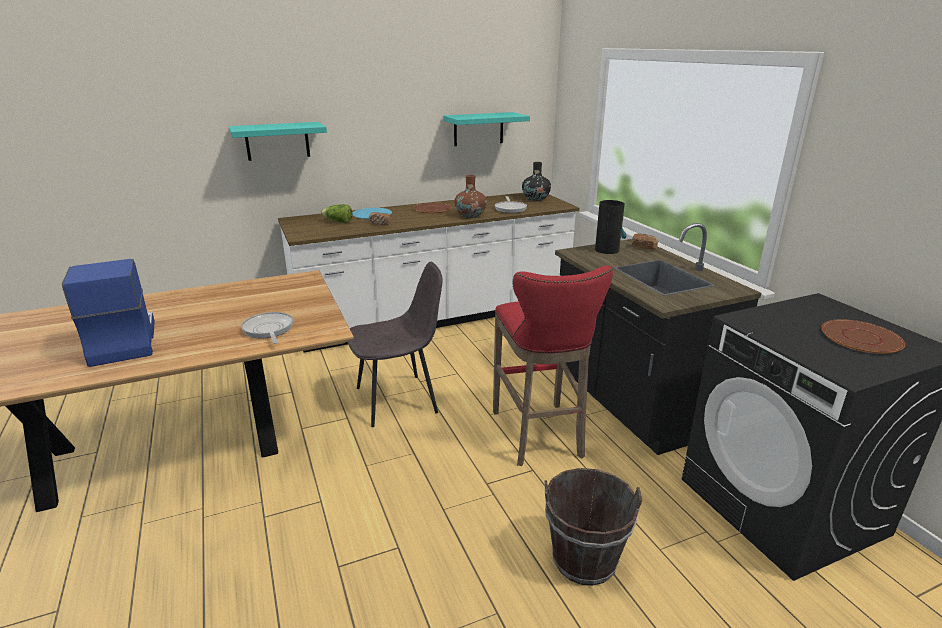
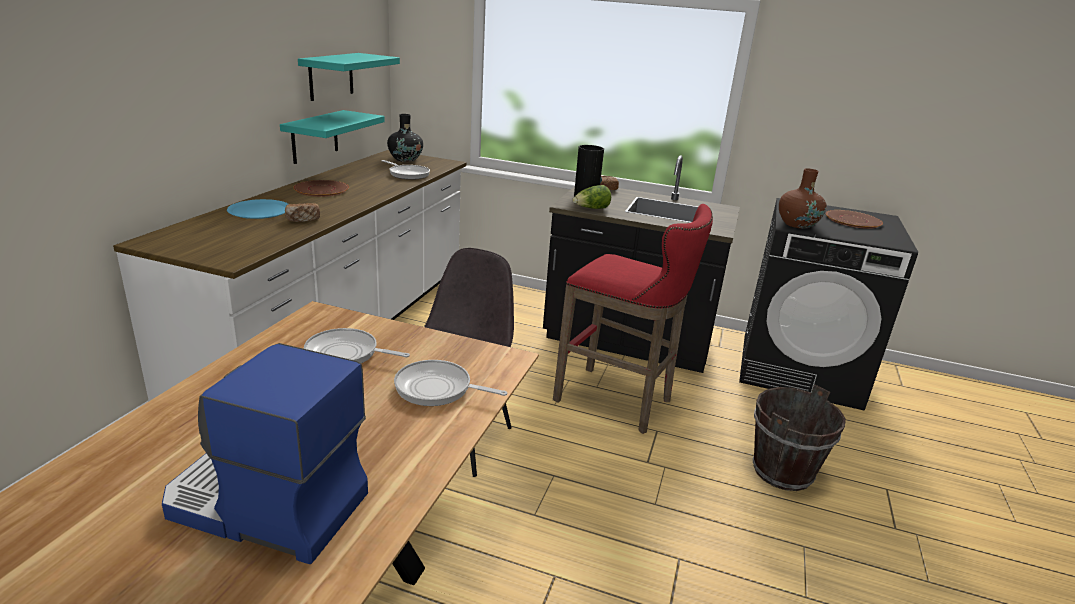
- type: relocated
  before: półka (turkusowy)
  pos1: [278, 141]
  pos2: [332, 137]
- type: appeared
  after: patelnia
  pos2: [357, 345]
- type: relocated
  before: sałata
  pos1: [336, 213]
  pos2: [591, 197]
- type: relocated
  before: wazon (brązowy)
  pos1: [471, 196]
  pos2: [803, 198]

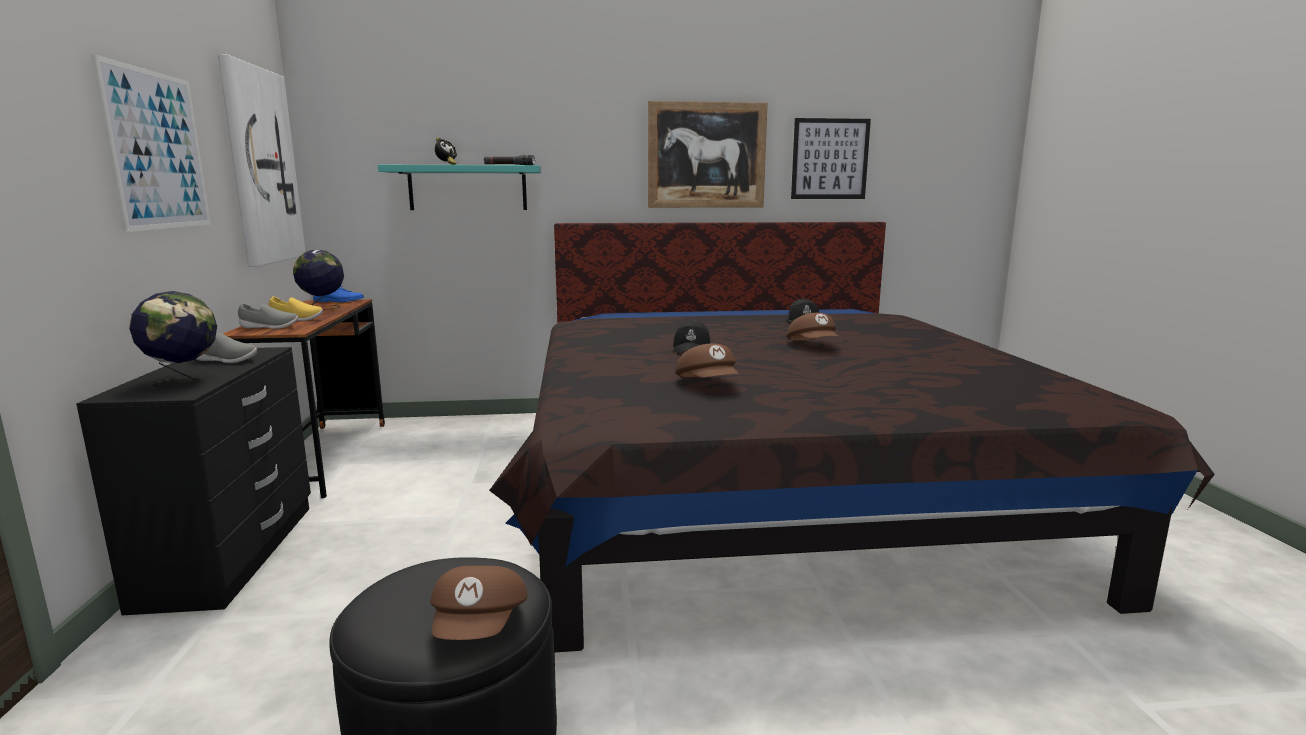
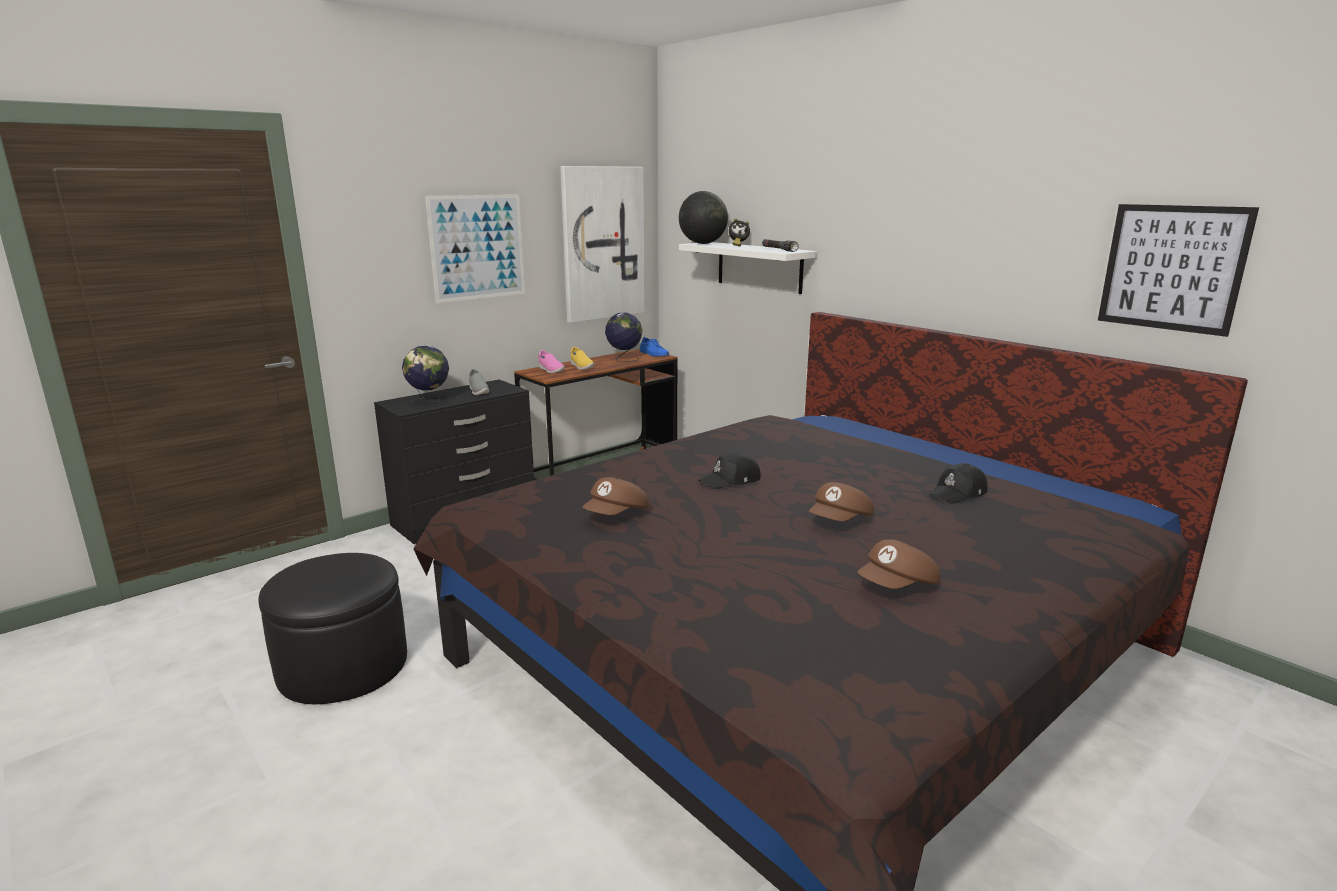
- type: colour
  before: but (szary)
  after: but (różowy)
  pos1: [268, 316]
  pos2: [551, 362]
- type: appeared
  after: globus
  pos2: [703, 217]
- type: colour
  before: półka (turkusowy)
  after: półka (biały)
  pos1: [459, 187]
  pos2: [748, 268]
- type: relocated
  before: czapka z daszkiem (brązowy)
  pos1: [479, 603]
  pos2: [899, 564]
- type: missing
  before: obraz
  pos1: [708, 154]

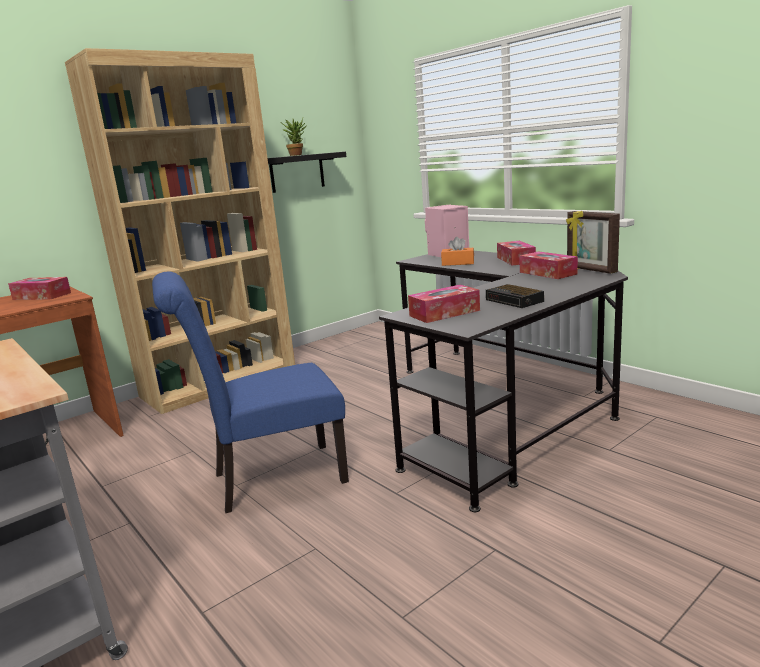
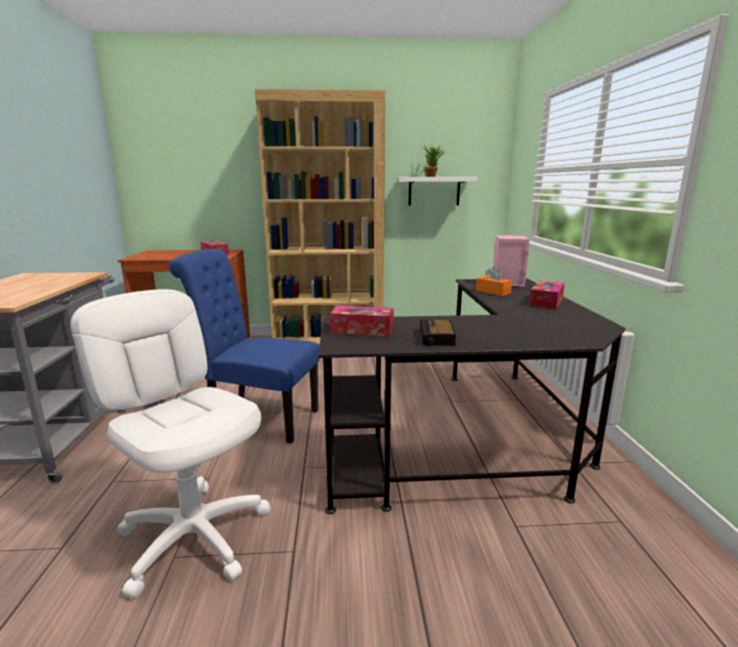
- type: appeared
  after: krzesło biurowe (biały)
  pos2: [171, 444]
- type: colour
  before: półka (czarny)
  after: półka (biały)
  pos1: [307, 172]
  pos2: [438, 191]
- type: missing
  before: pudełko chusteczek
  pos1: [549, 265]
- type: missing
  before: ramka na zdjęcie
  pos1: [593, 242]

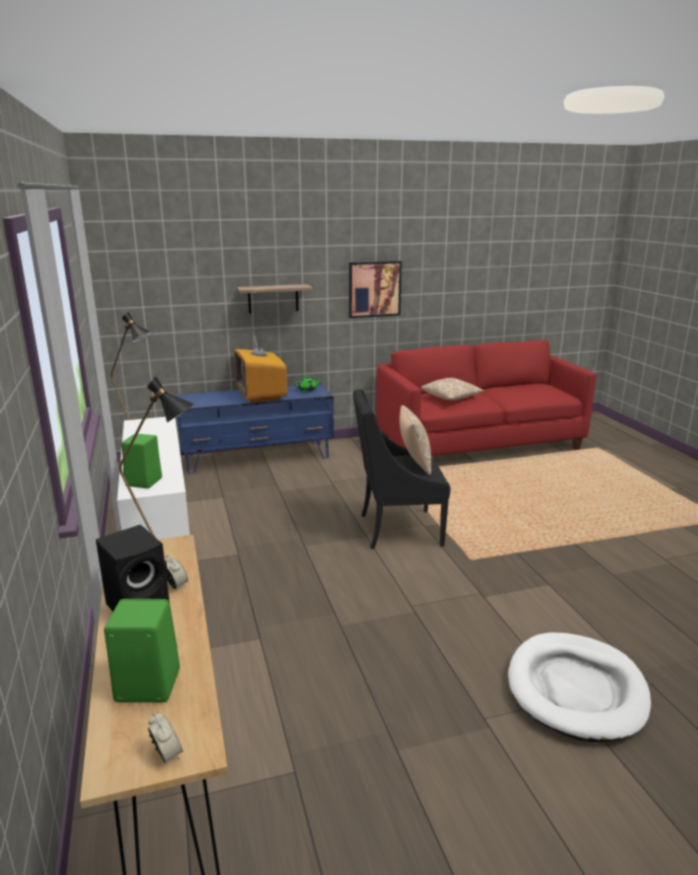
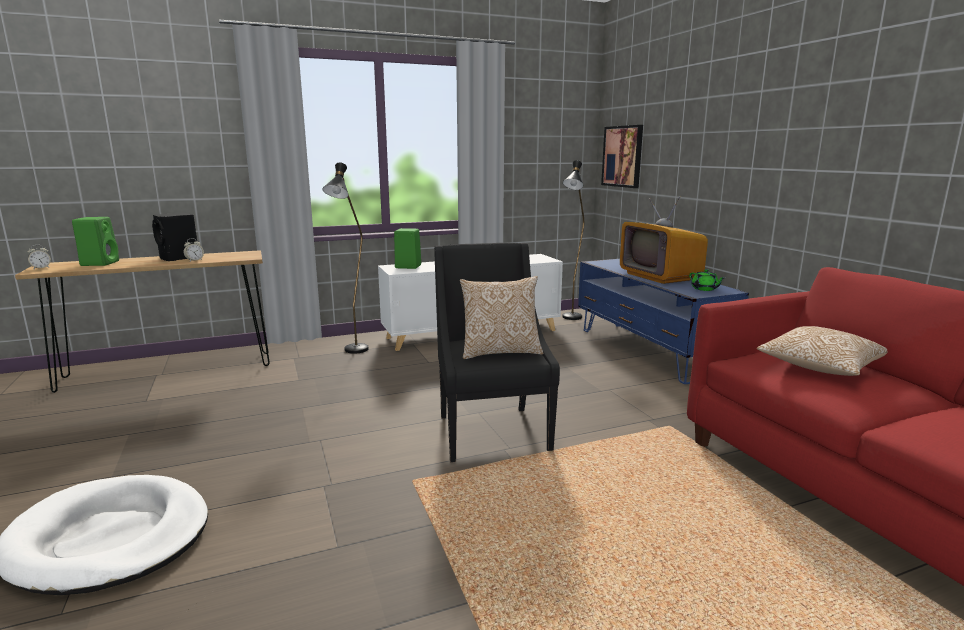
- type: relocated
  before: obraz
  pos1: [375, 289]
  pos2: [622, 156]
- type: spun
  before: telewizor
  pos1: [260, 366]
  pos2: [664, 240]
  turn: -90
- type: missing
  before: półka
  pos1: [275, 299]

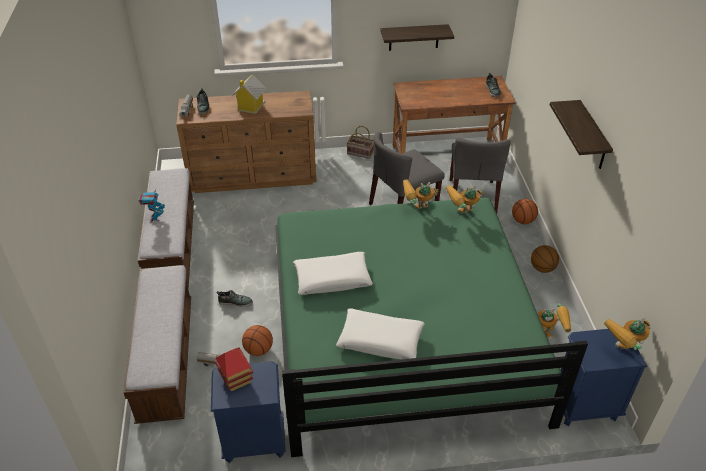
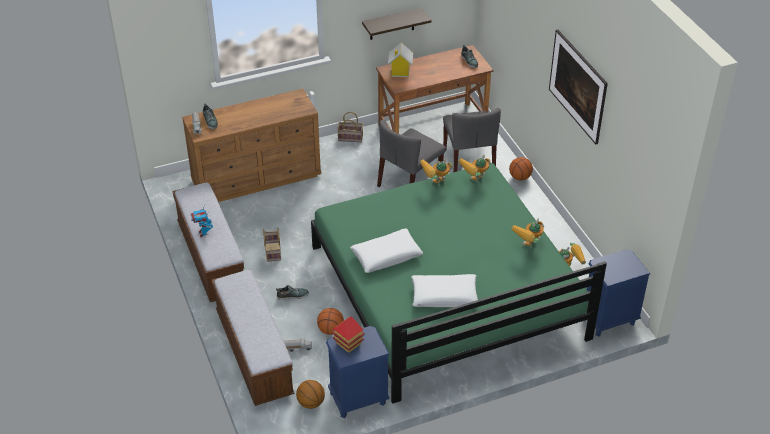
- type: appeared
  after: koszyk
  pos2: [272, 244]
- type: relocated
  before: piłka do koszykówki
  pos1: [545, 259]
  pos2: [310, 394]
- type: relocated
  before: domek
  pos1: [249, 94]
  pos2: [400, 60]
- type: relocated
  before: robot zabawkowy
  pos1: [627, 333]
  pos2: [527, 232]
- type: exchanged
  before: półka
  after: obraz
  pos1: [581, 134]
  pos2: [578, 87]

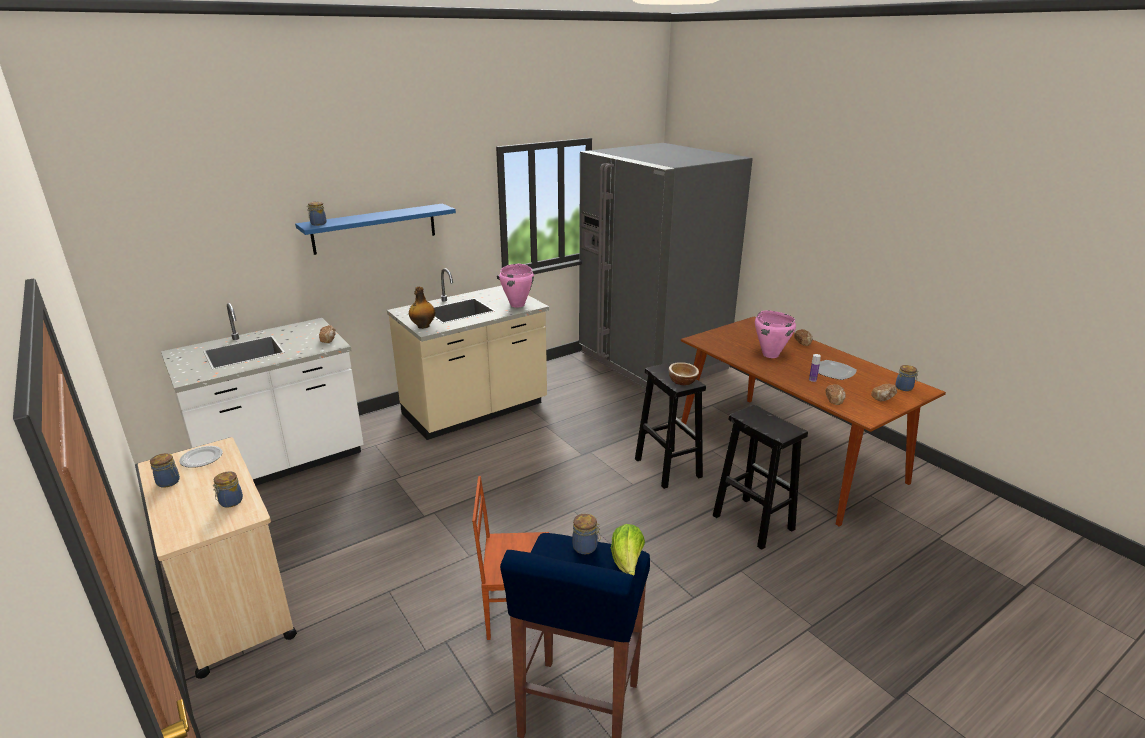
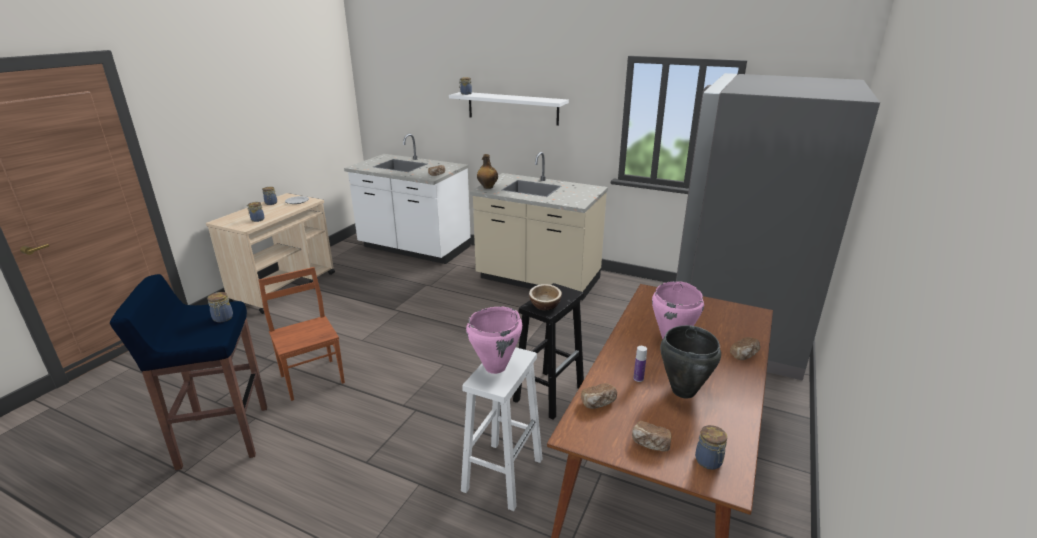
- type: colour
  before: półka (niebieski)
  after: półka (biały)
  pos1: [375, 229]
  pos2: [509, 109]
- type: colour
  before: stołek (czarny)
  after: stołek (biały)
  pos1: [760, 477]
  pos2: [502, 429]
- type: relocated
  before: garnek (różowy)
  pos1: [516, 286]
  pos2: [494, 340]
- type: exchanged
  before: talerz
  after: garnek (czarny)
  pos1: [837, 370]
  pos2: [690, 362]
- type: missing
  before: sałata
  pos1: [628, 550]

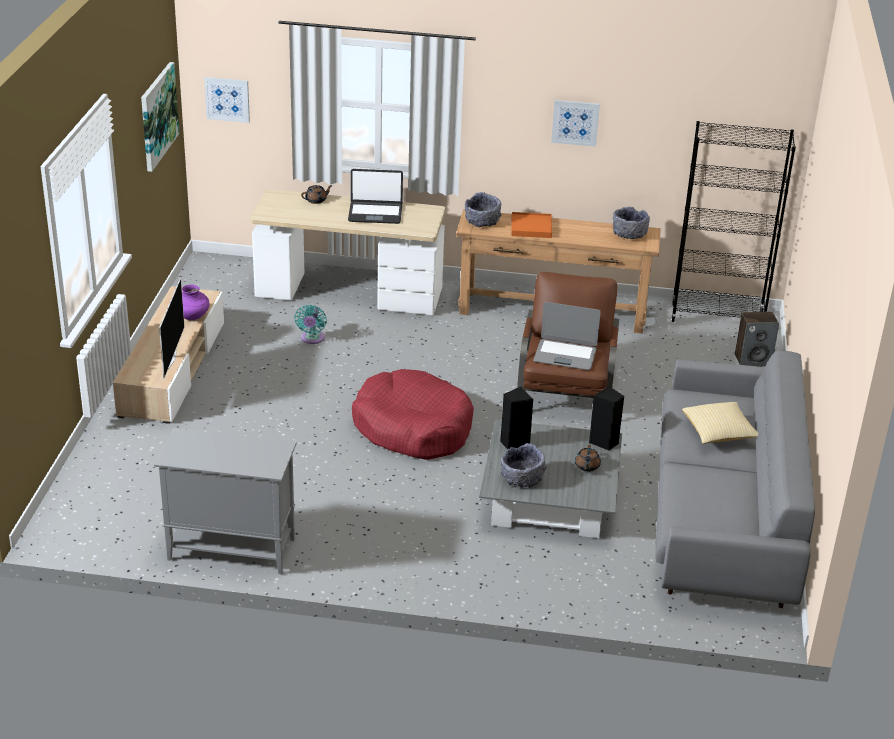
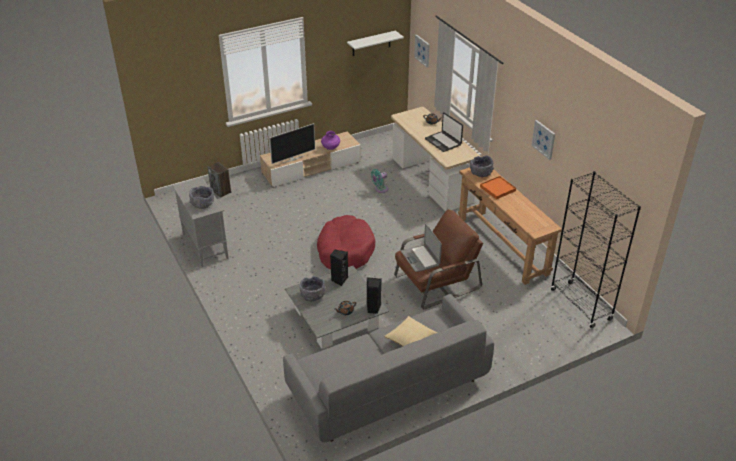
- type: relocated
  before: miska (szary)
  pos1: [631, 223]
  pos2: [201, 197]
- type: relocated
  before: głośnik
  pos1: [757, 339]
  pos2: [219, 180]
- type: exchanged
  before: obraz
  after: półka (biały)
  pos1: [160, 117]
  pos2: [375, 43]

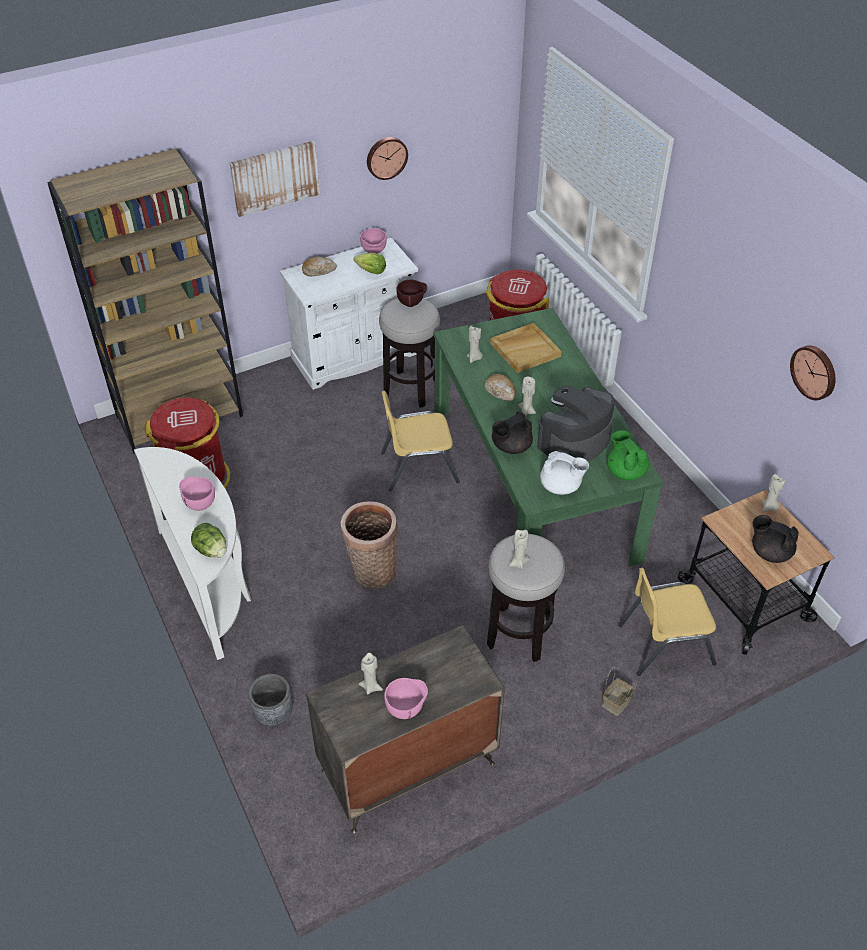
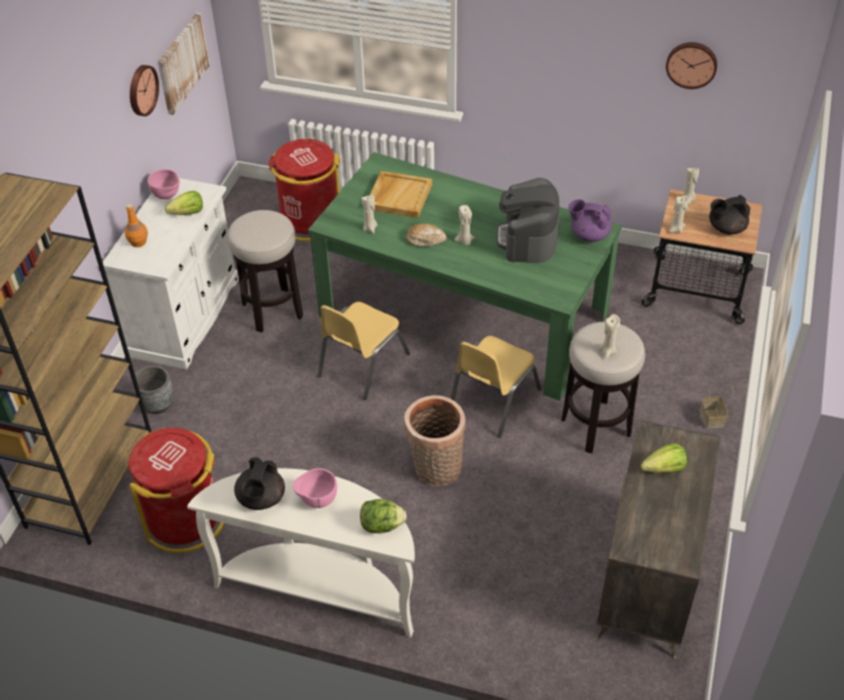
- type: exchanged
  before: chleb
  after: butelka (pomarańczowy)
  pos1: [319, 266]
  pos2: [136, 225]
- type: relocated
  before: donica (szary)
  pos1: [270, 700]
  pos2: [153, 389]
- type: relocated
  before: obraz
  pos1: [274, 179]
  pos2: [184, 64]
- type: relocated
  before: imbryk (czarny)
  pos1: [512, 432]
  pos2: [259, 483]
- type: relocated
  before: krzesło (żółty)
  pos1: [667, 622]
  pos2: [496, 387]
- type: colour
  before: imbryk (zielony)
  after: imbryk (fioletowy)
  pos1: [628, 455]
  pos2: [590, 221]
- type: appeared
  after: sałata
  pos2: [664, 458]
- type: relocated
  before: świeca (beżowy)
  pos1: [370, 673]
  pos2: [679, 214]
- type: missing
  before: miska (różowy)
  pos1: [406, 698]
- type: missing
  before: miska (brązowy)
  pos1: [411, 293]
- type: missing
  before: imbryk (biały)
  pos1: [564, 473]

